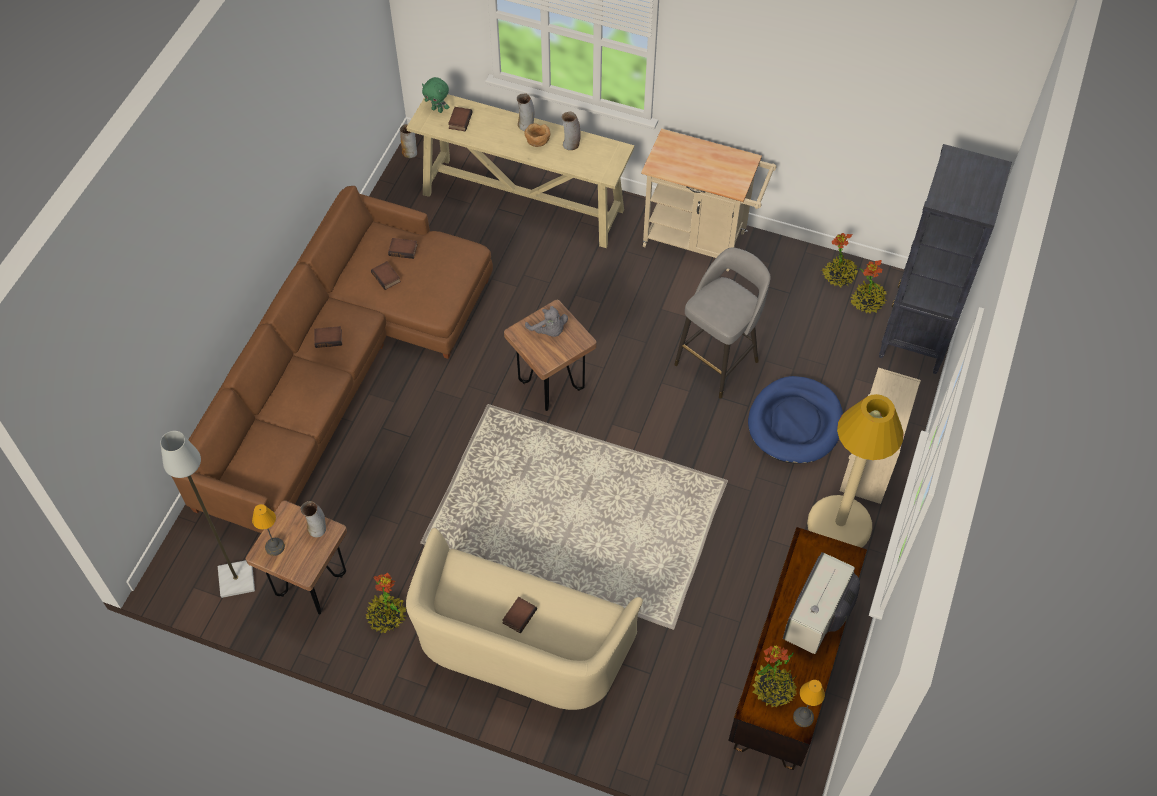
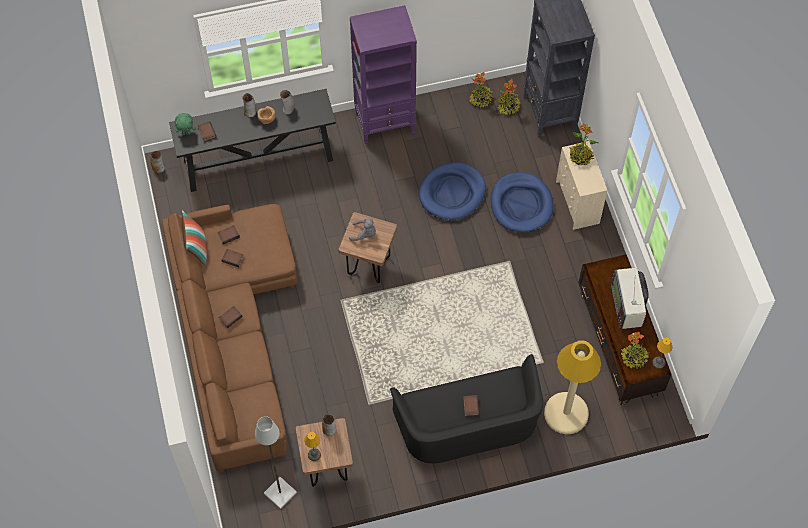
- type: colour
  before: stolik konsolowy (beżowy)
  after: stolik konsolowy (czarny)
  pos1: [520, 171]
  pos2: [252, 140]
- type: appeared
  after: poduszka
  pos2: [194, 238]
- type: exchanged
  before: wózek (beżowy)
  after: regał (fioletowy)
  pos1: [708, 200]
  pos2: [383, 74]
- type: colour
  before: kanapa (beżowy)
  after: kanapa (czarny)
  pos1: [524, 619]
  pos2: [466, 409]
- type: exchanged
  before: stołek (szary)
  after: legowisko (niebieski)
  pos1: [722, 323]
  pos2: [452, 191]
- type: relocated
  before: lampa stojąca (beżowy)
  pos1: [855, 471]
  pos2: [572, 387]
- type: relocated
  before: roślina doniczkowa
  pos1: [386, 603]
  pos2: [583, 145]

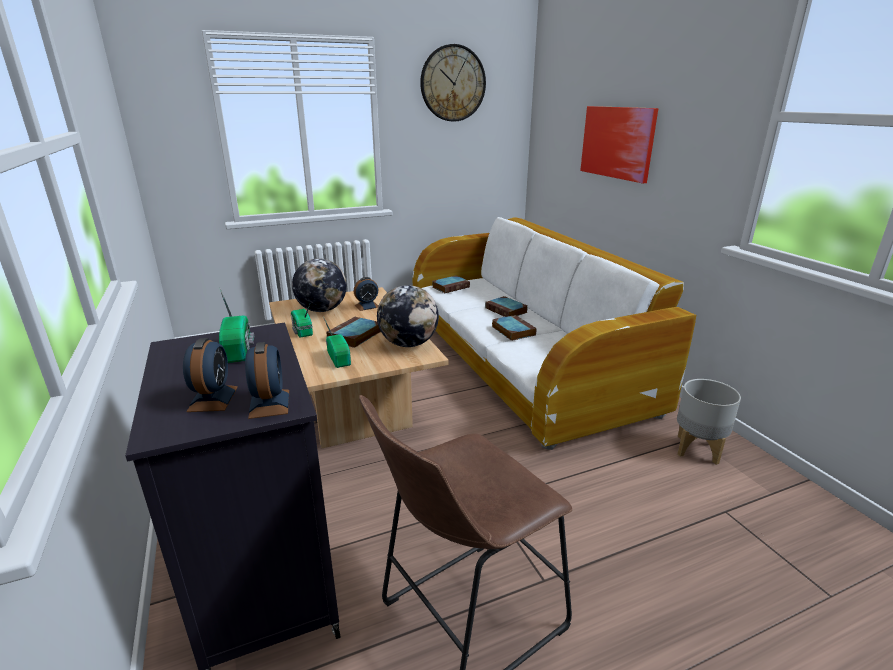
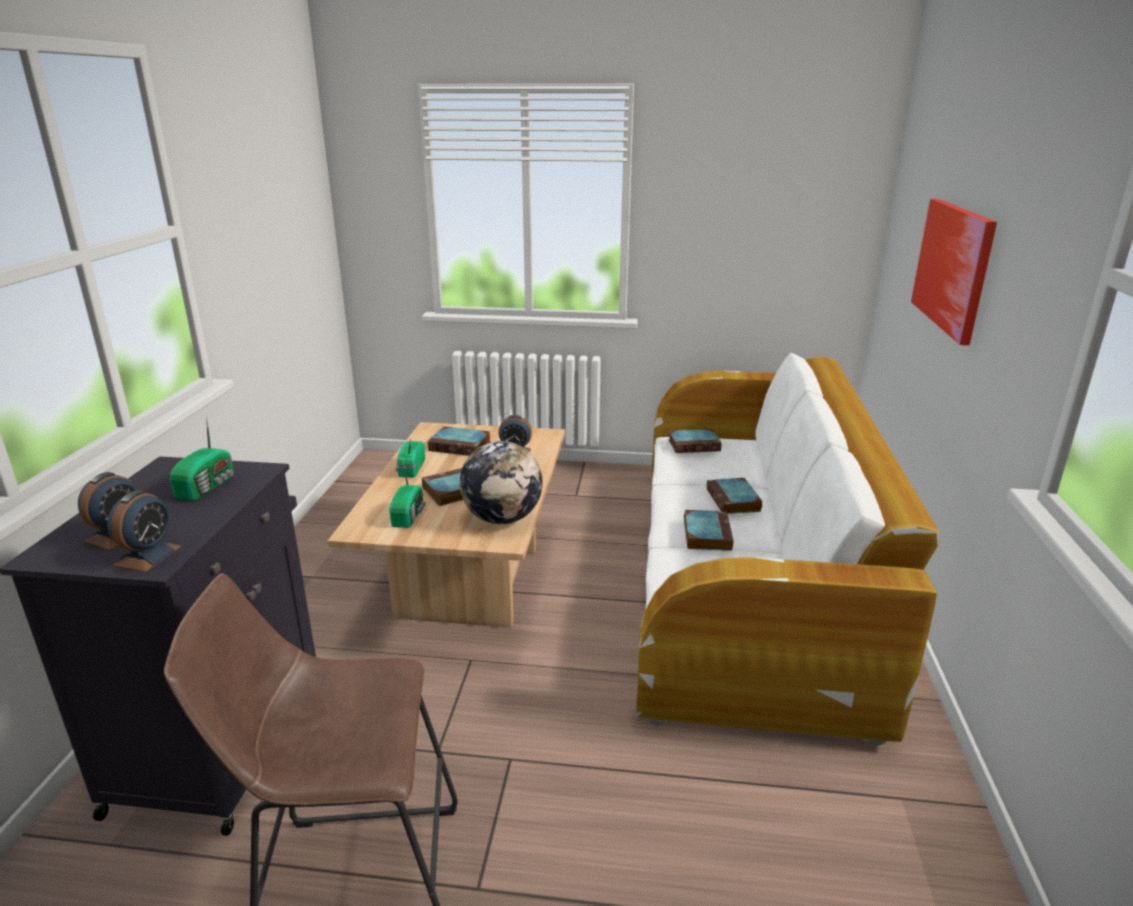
- type: exchanged
  before: globus
  after: książka
  pos1: [319, 285]
  pos2: [459, 441]
- type: missing
  before: zegar ścienny
  pos1: [453, 83]
- type: missing
  before: donica (szary)
  pos1: [709, 422]

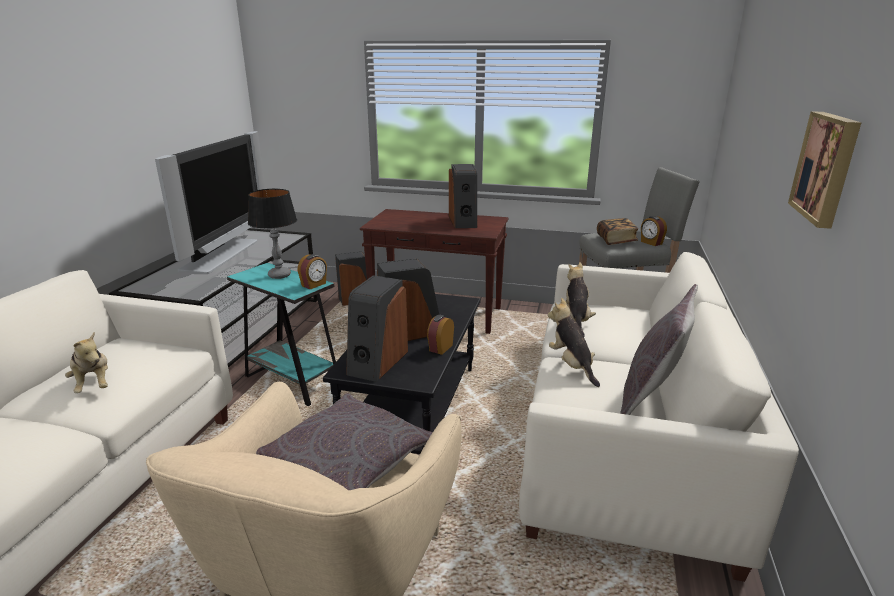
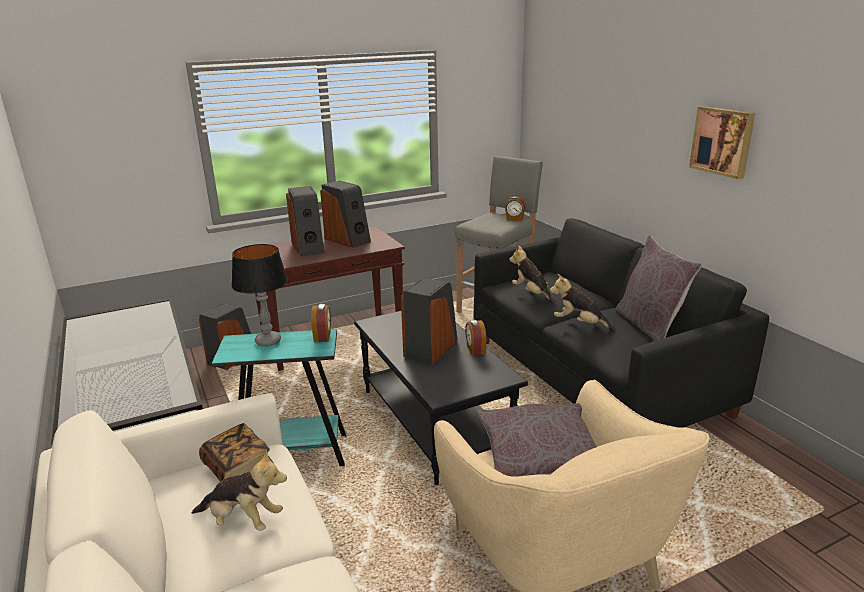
- type: relocated
  before: książka
  pos1: [617, 231]
  pos2: [236, 452]
- type: relocated
  before: głośnik
  pos1: [377, 328]
  pos2: [305, 221]
- type: colour
  before: kanapa (biały)
  after: kanapa (czarny)
  pos1: [659, 417]
  pos2: [621, 323]
- type: missing
  before: telewizor
  pos1: [210, 202]

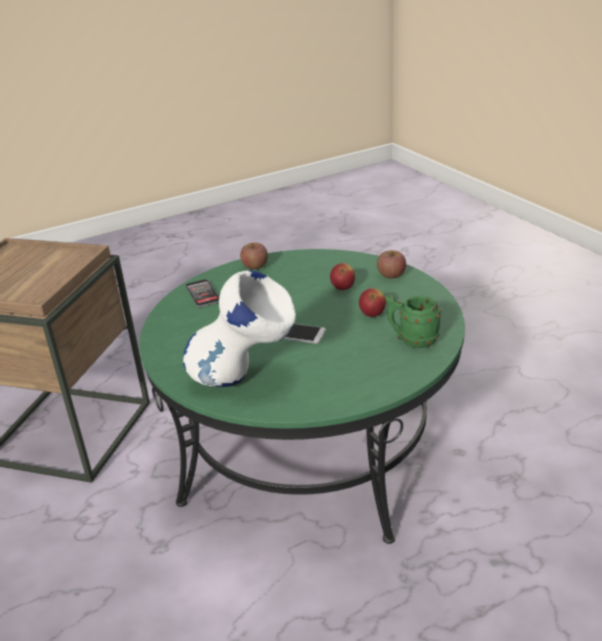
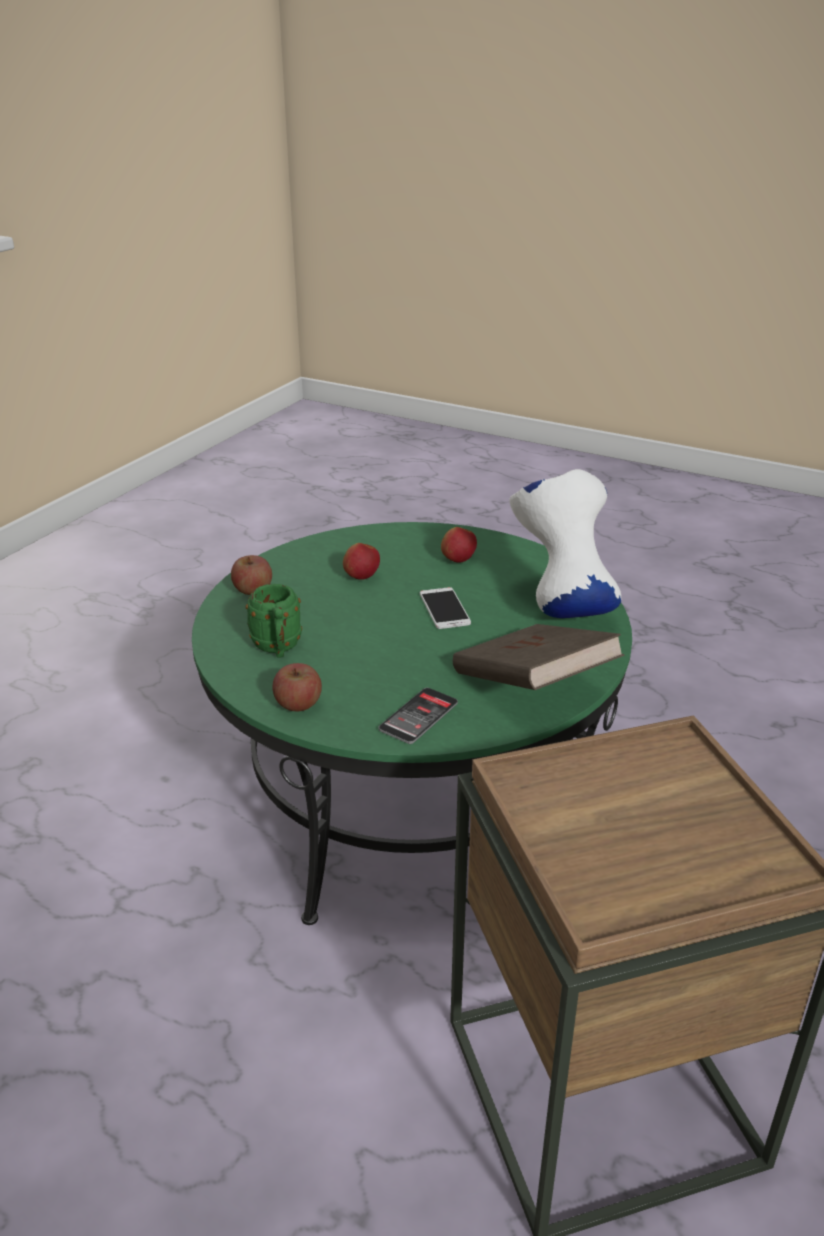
- type: relocated
  before: kubek (zielony)
  pos1: [413, 321]
  pos2: [274, 621]
- type: relocated
  before: jabłko
  pos1: [343, 276]
  pos2: [459, 545]
- type: appeared
  after: książka (brązowy)
  pos2: [538, 657]

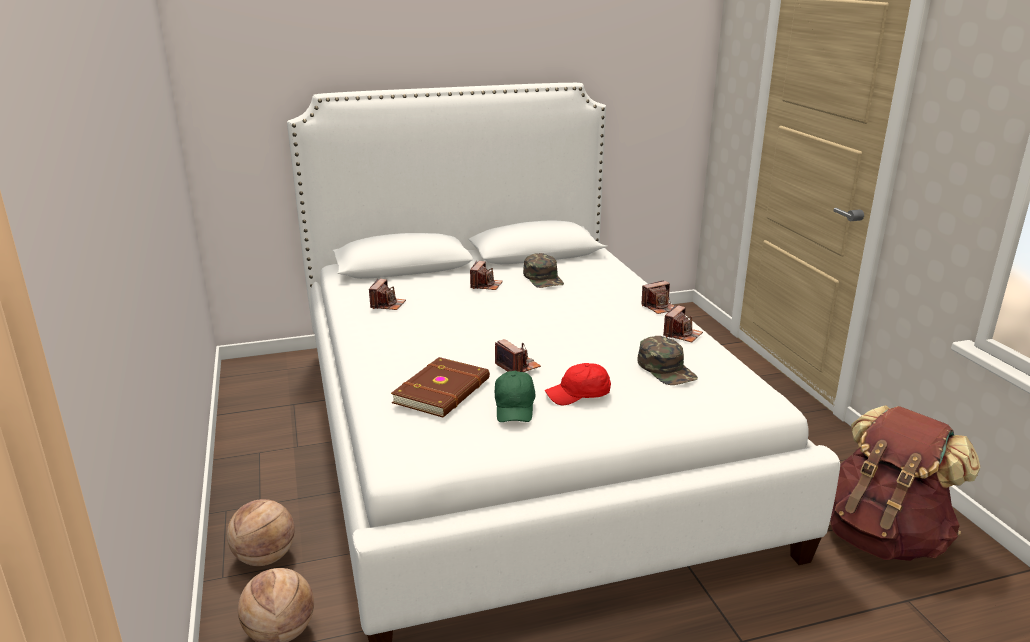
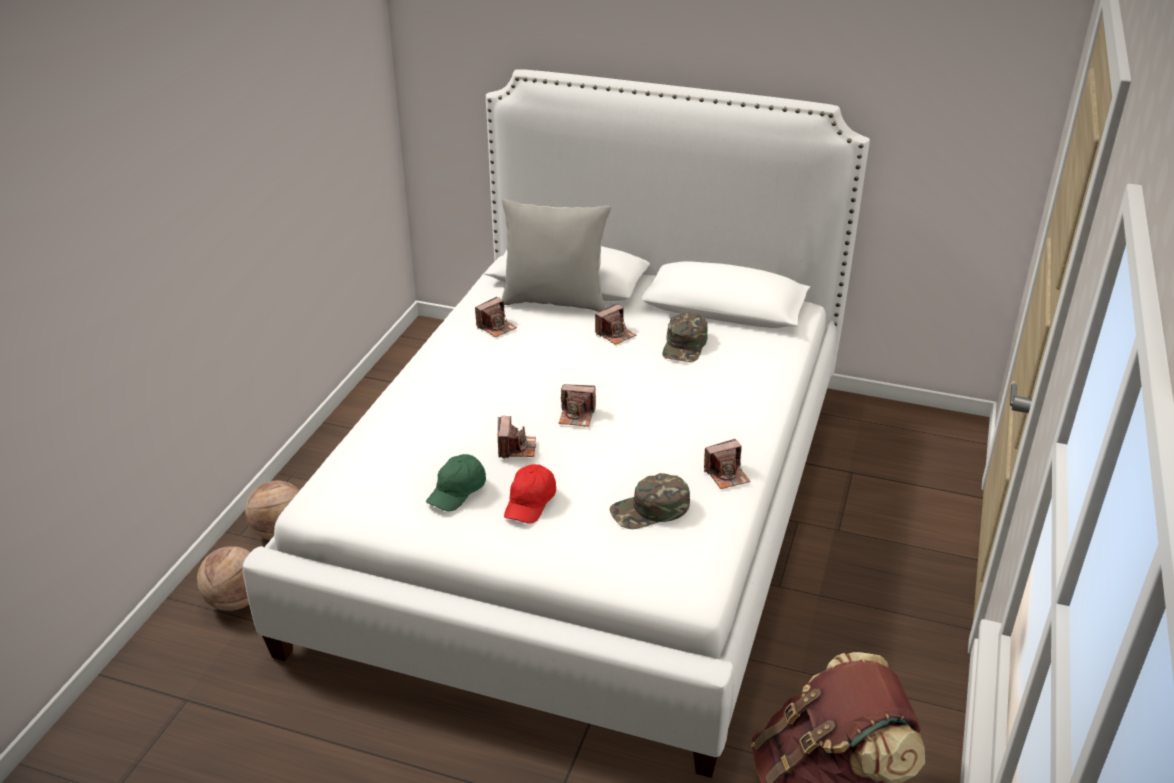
- type: appeared
  after: poduszka (szary)
  pos2: [556, 255]
- type: spun
  before: czapka z daszkiem (czerwony)
  pos1: [578, 384]
  pos2: [530, 494]
  turn: -90
- type: relocated
  before: aparat fotograficzny
  pos1: [657, 297]
  pos2: [577, 405]
- type: spun
  before: czapka z daszkiem (zielony)
  pos1: [668, 360]
  pos2: [650, 501]
  turn: 60
- type: missing
  before: książka (brązowy)
  pos1: [440, 387]

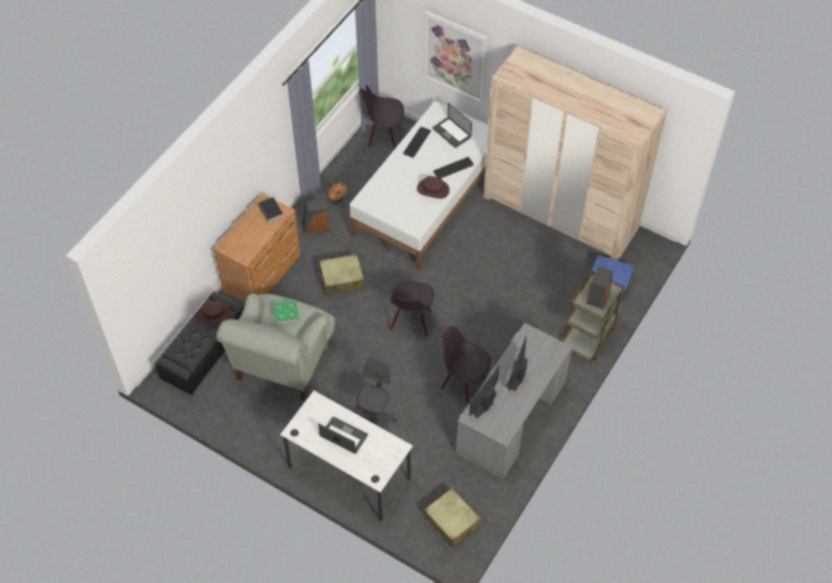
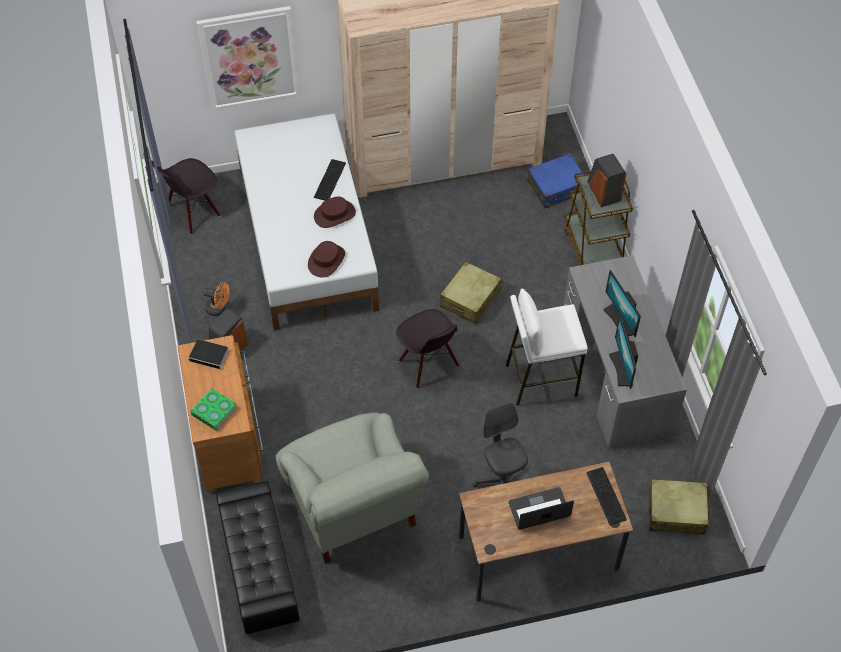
- type: relocated
  before: książka
  pos1: [286, 313]
  pos2: [213, 409]
- type: relocated
  before: kapelusz (brązowy)
  pos1: [213, 312]
  pos2: [326, 259]
- type: relocated
  before: walizka (beżowy)
  pos1: [341, 274]
  pos2: [470, 293]
- type: colour
  before: biurko (biały)
  after: biurko (brązowy)
  pos1: [346, 456]
  pos2: [546, 532]
- type: exchanged
  before: krzesło (czarny)
  after: stołek (biały)
  pos1: [466, 365]
  pos2: [547, 347]
- type: relocated
  before: klawiatura
  pos1: [417, 142]
  pos2: [606, 496]
- type: missing
  before: laptop
  pos1: [452, 125]

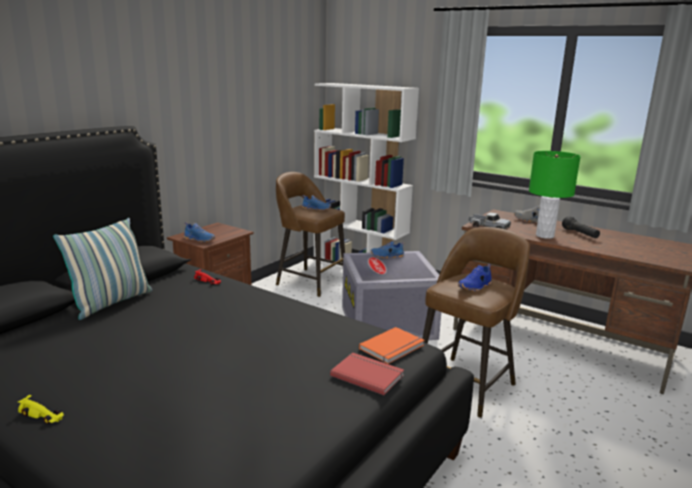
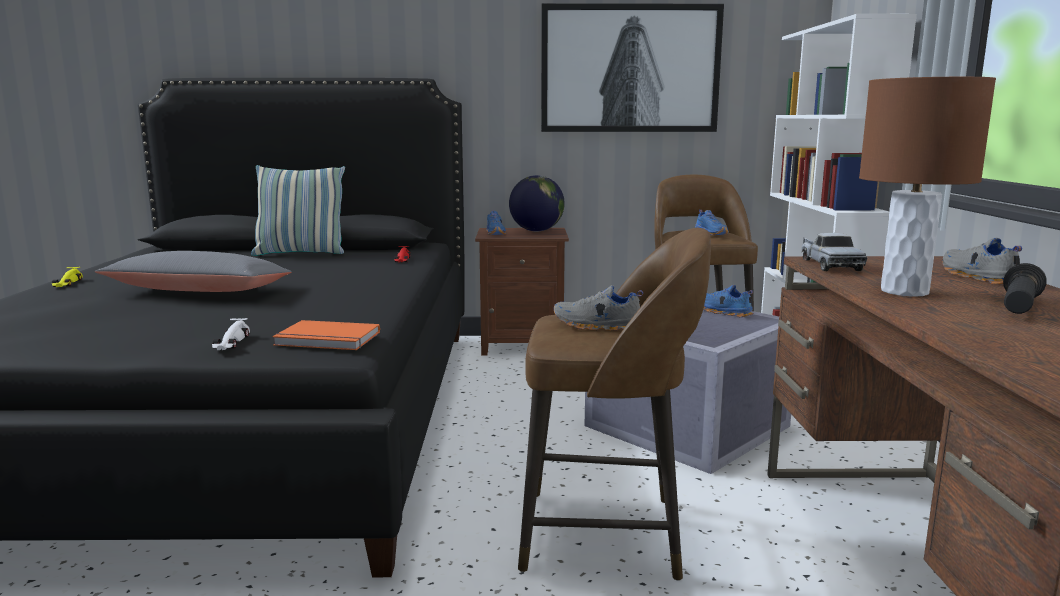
- type: appeared
  after: poduszka (szary)
  pos2: [193, 271]
- type: exchanged
  before: książka (czerwony)
  after: samochodzik (biały)
  pos1: [367, 374]
  pos2: [231, 334]
- type: appeared
  after: globus
  pos2: [537, 203]
- type: appeared
  after: obraz
  pos2: [632, 67]
- type: colour
  before: but (niebieski)
  after: but (szary)
  pos1: [475, 277]
  pos2: [598, 308]
- type: colour
  before: lampa stołowa (zielony)
  after: lampa stołowa (brązowy)
  pos1: [555, 195]
  pos2: [927, 187]

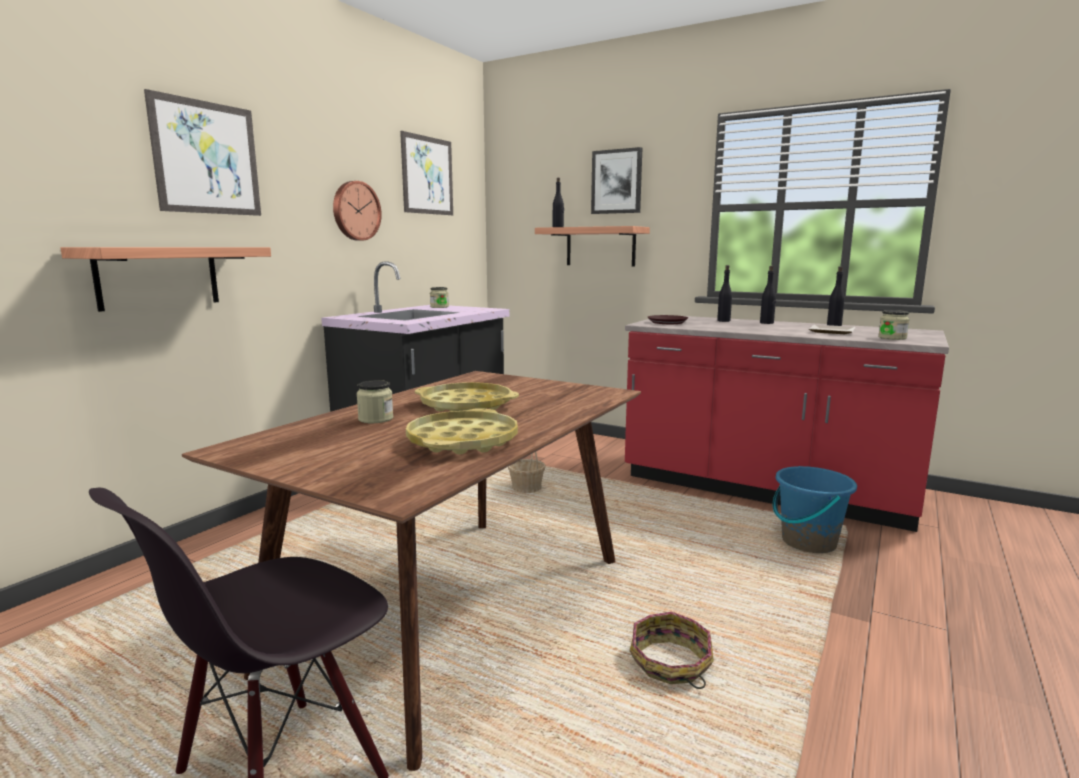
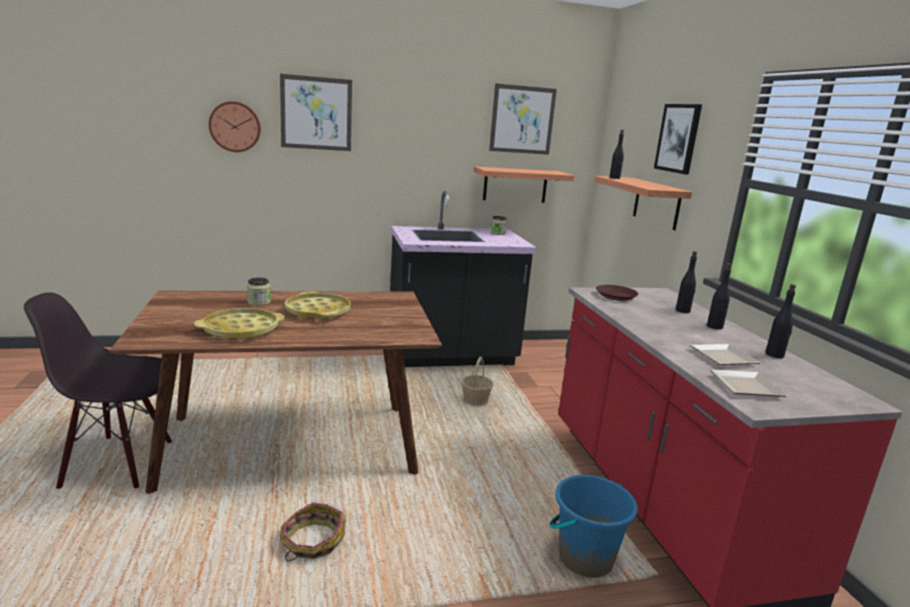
- type: relocated
  before: zegar ścienny
  pos1: [357, 211]
  pos2: [235, 126]
- type: relocated
  before: półka
  pos1: [165, 279]
  pos2: [523, 184]
- type: exchanged
  before: słoik
  after: talerz
  pos1: [894, 325]
  pos2: [748, 383]

